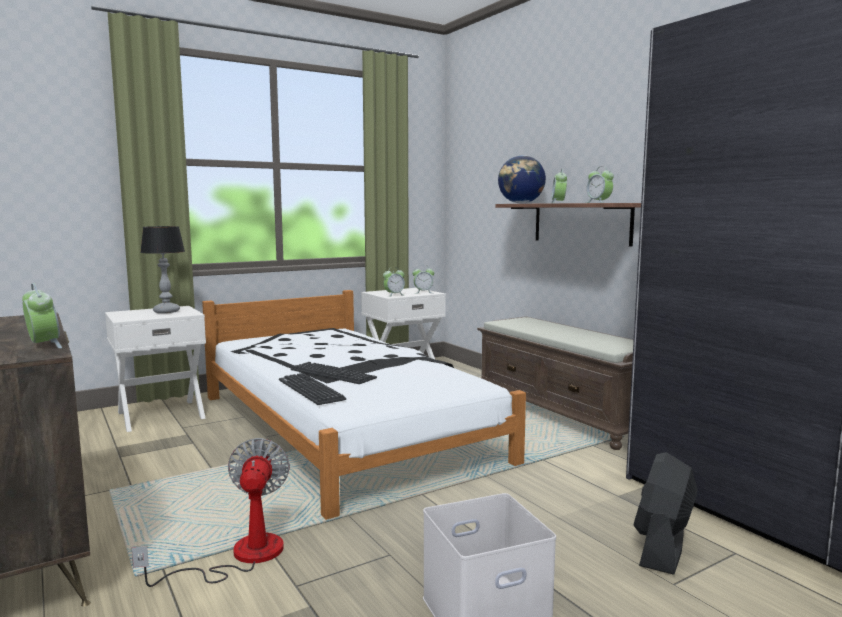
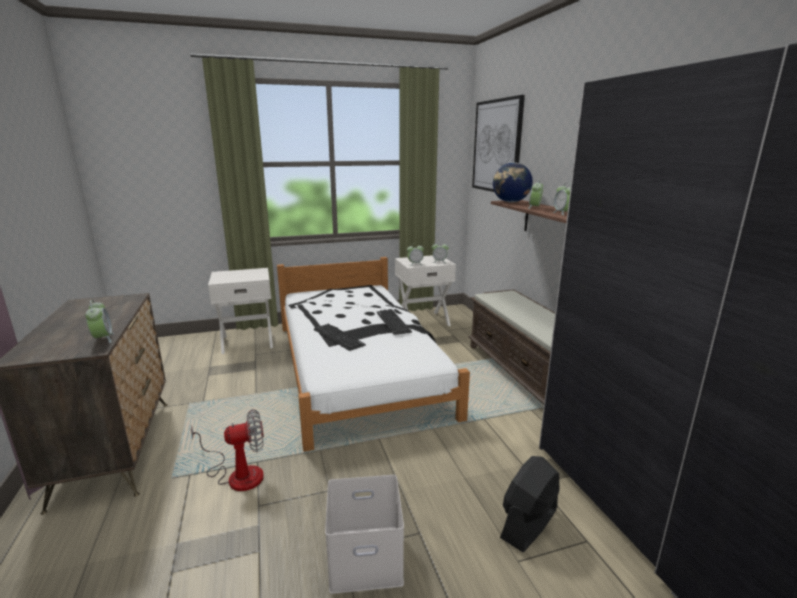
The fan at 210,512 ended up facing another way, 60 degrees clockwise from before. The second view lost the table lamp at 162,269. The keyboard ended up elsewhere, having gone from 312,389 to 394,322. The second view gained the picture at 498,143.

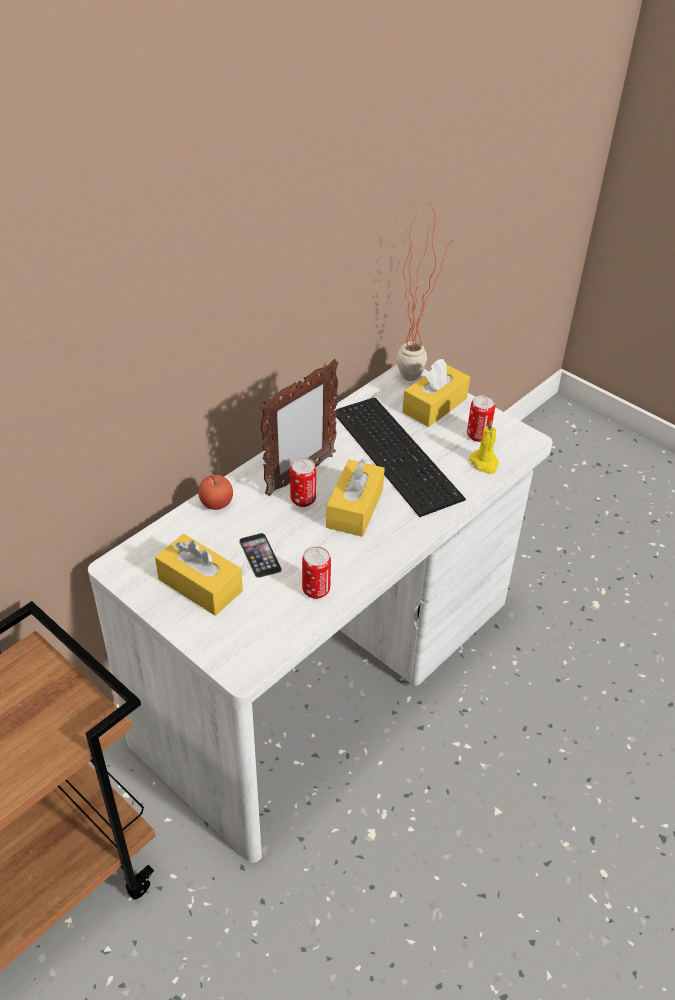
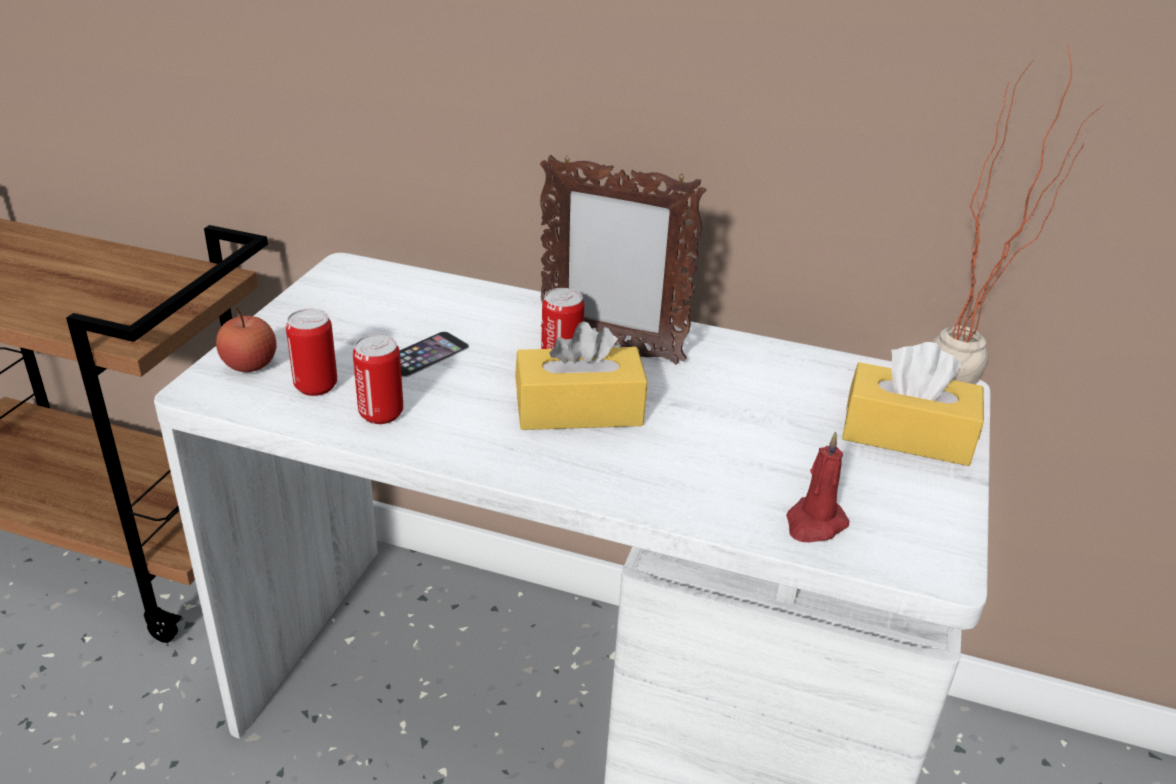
The second view lost the yellow tissue box at 199,575. The apple ended up elsewhere, having gone from 215,492 to 246,340. The second view lost the keyboard at 400,457. The can ended up elsewhere, having gone from 481,418 to 311,352. What was the yellow candle at 484,447 turned into the red candle at 817,486.

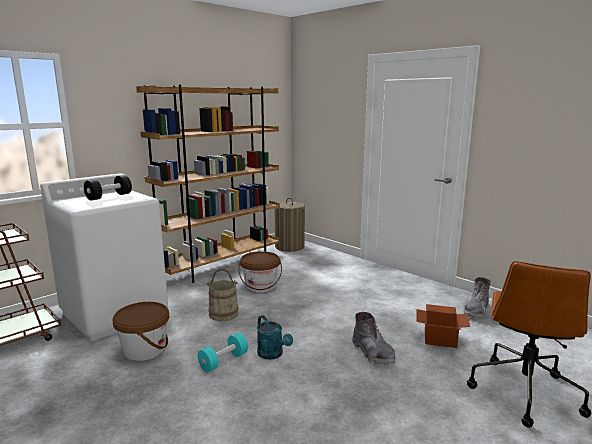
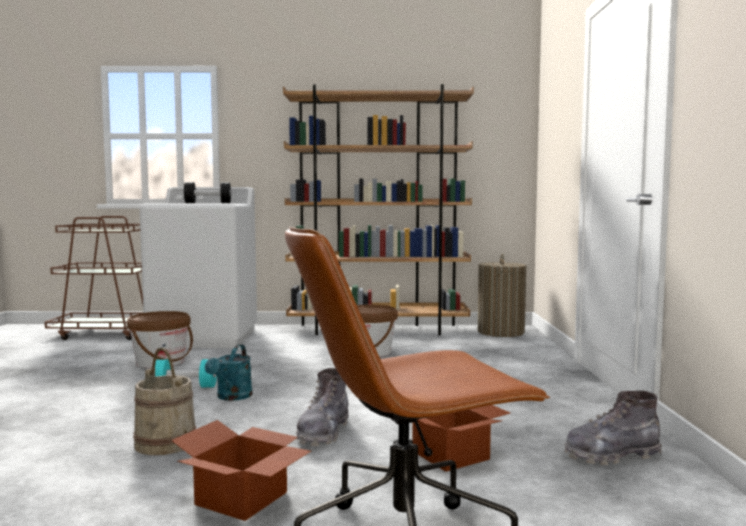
The beige bucket ended up elsewhere, having gone from 222,295 to 164,401. The second view gained the cardboard box at 241,470.

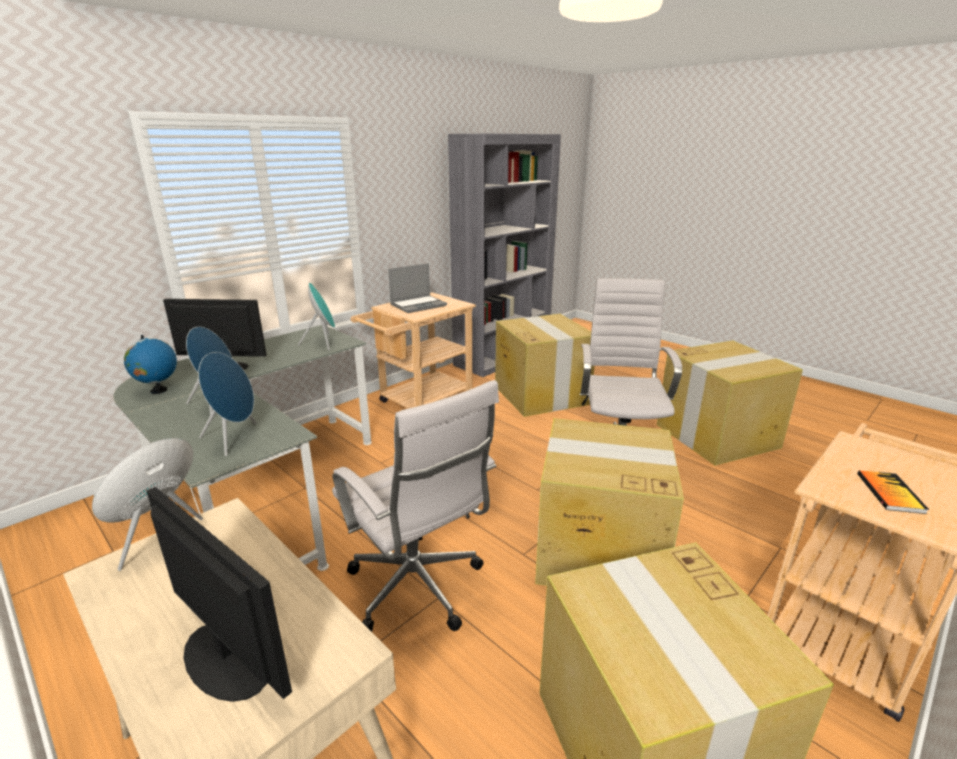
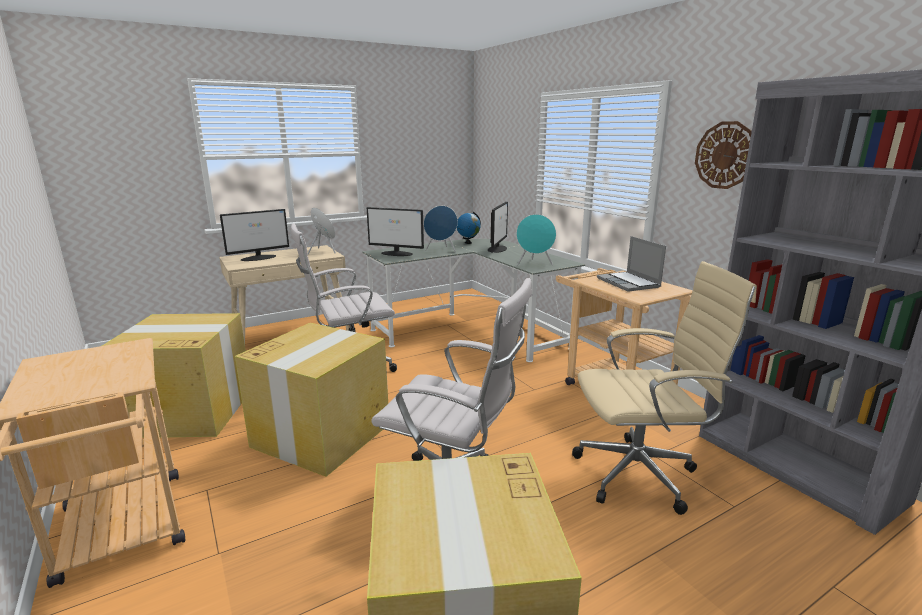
Where the blue speaker stood at 227,404, the monitor came to stand at 395,231. Where the cardboard box stood at 545,365, the beige office chair came to stand at 664,388. The second view lost the book at 893,492. The second view gained the wall clock at 723,155.

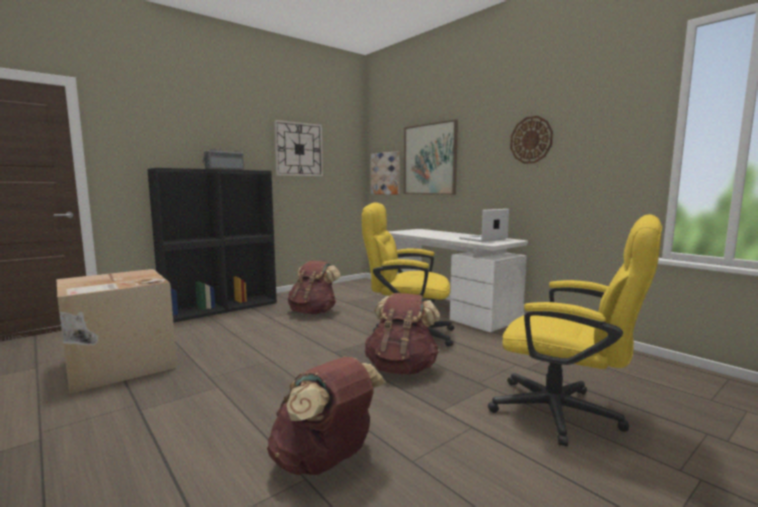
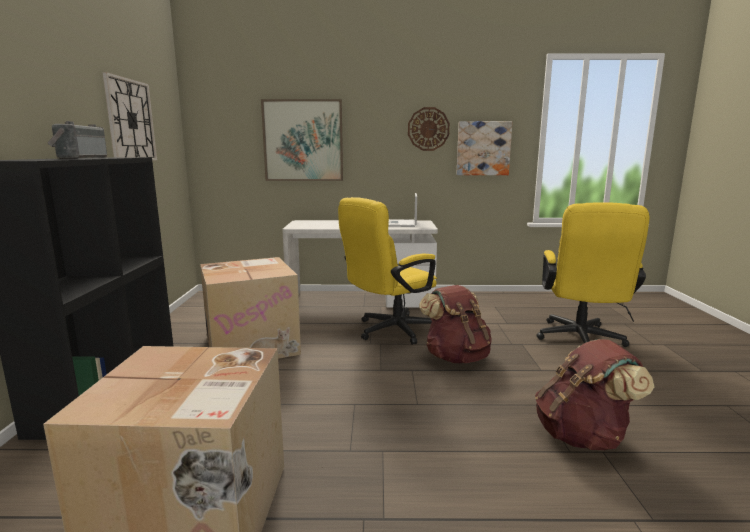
Where the brown backpack stood at 314,287, the cardboard box came to stand at 250,308. The picture ended up elsewhere, having gone from 385,173 to 484,148. The yellow office chair at 575,330 ended up facing another way, 120 degrees clockwise from before.

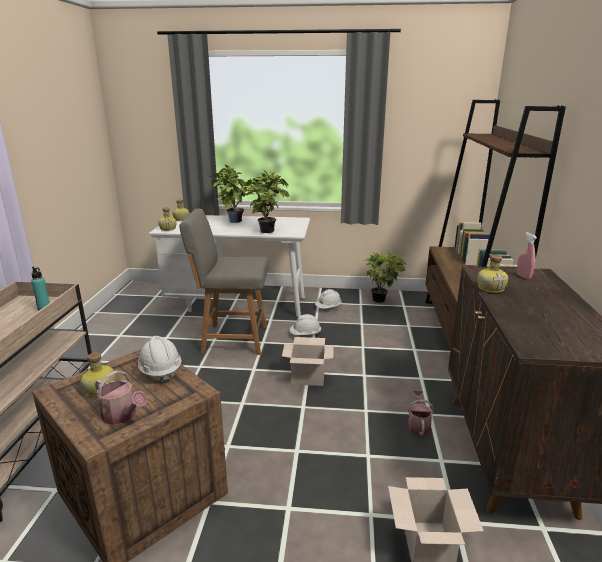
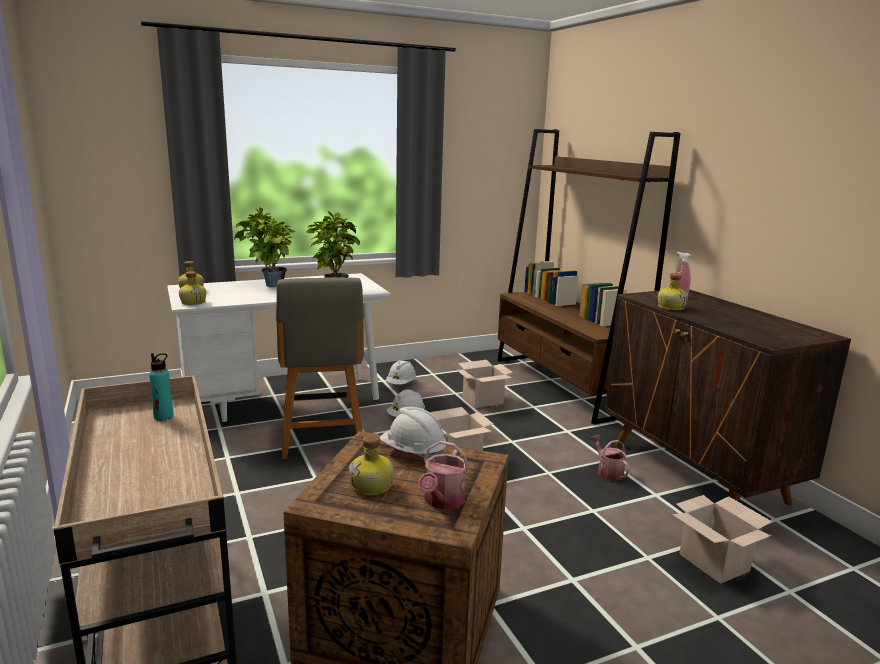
The watering can at 121,397 ended up facing another way, 105 degrees clockwise from before. The grey chair at 224,282 ended up facing another way, 75 degrees counterclockwise from before. The second view lost the potted plant at 385,276. The second view gained the cardboard box at 485,384.

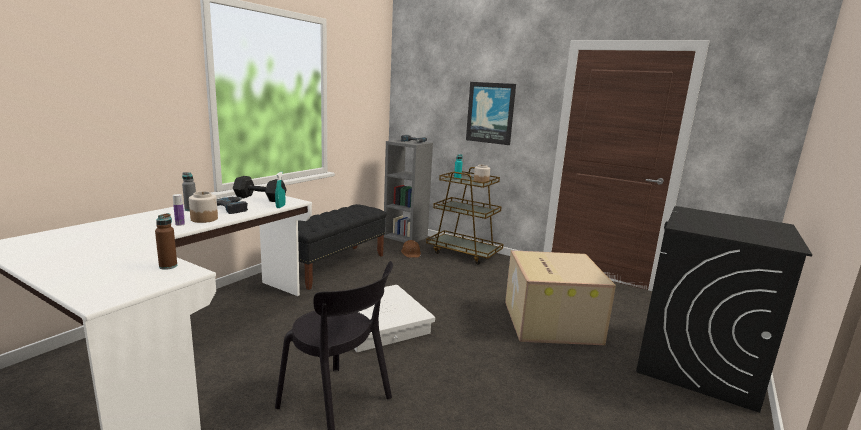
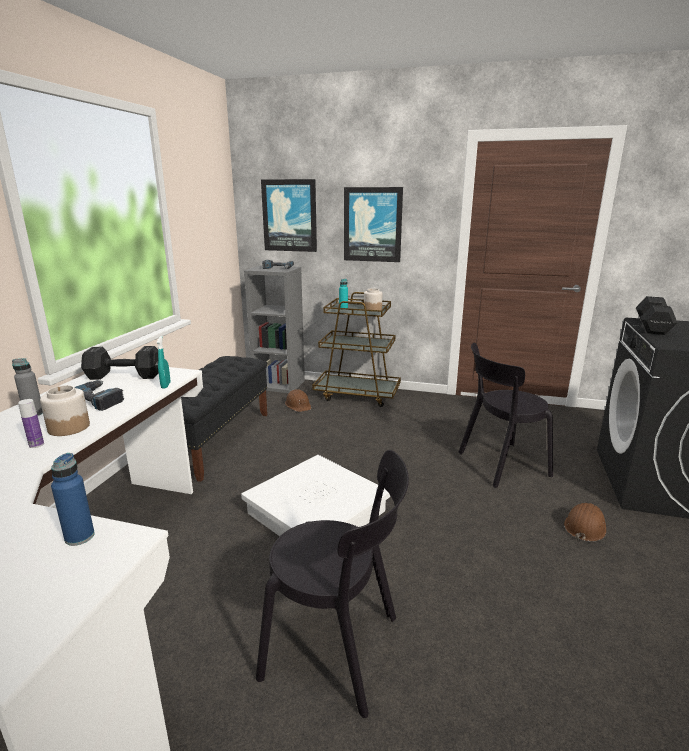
What was the brown bottle at 166,241 turned into the blue bottle at 73,499. Where the cardboard box stood at 560,297, the black chair came to stand at 505,415. The second view gained the picture at 289,215. The second view gained the brown hard hat at 585,522. The second view gained the black dumbbell at 657,315.

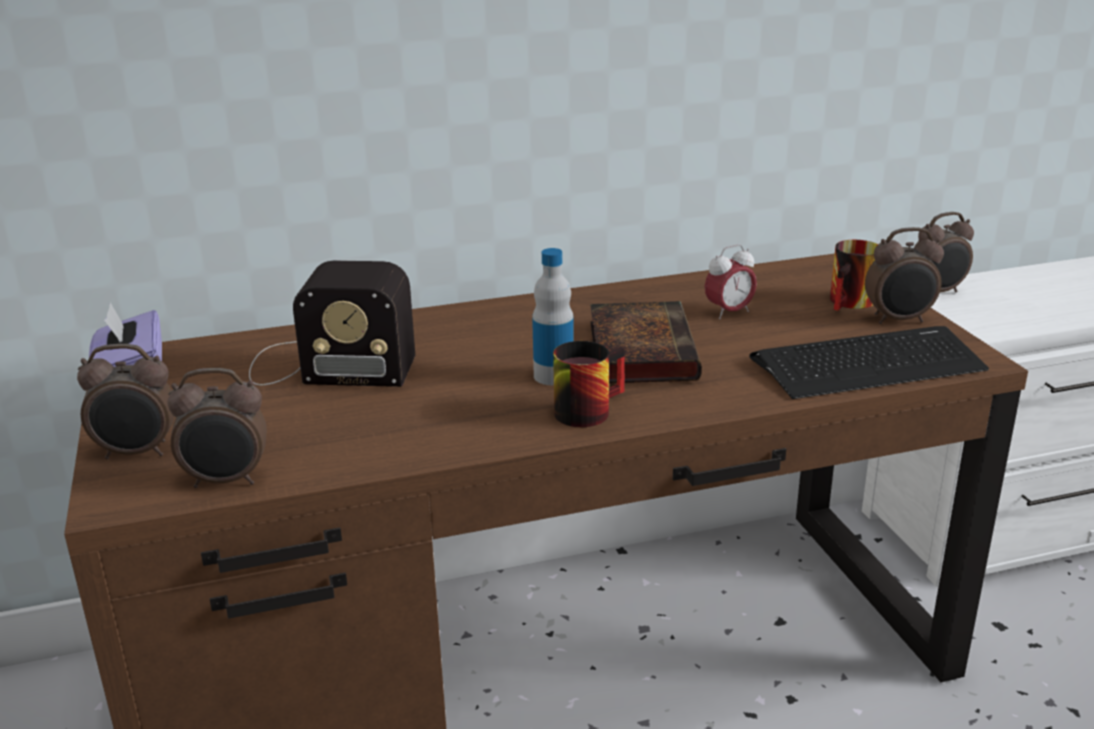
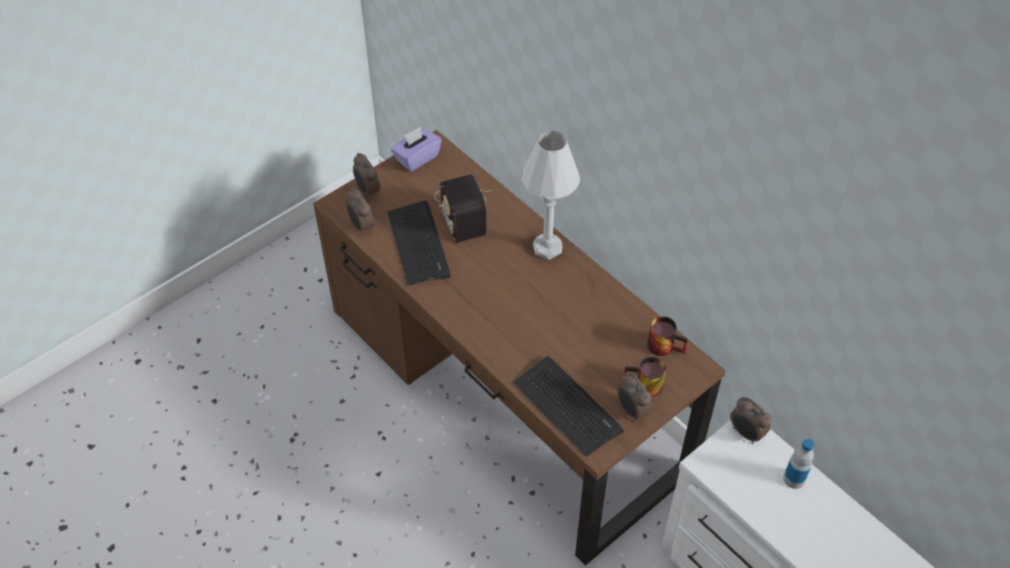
The bottle ended up elsewhere, having gone from 553,316 to 798,464. The mug ended up elsewhere, having gone from 589,384 to 667,336. The second view lost the book at 646,342. The second view lost the alarm clock at 730,281. The second view gained the keyboard at 418,243. The second view gained the white table lamp at 550,195.

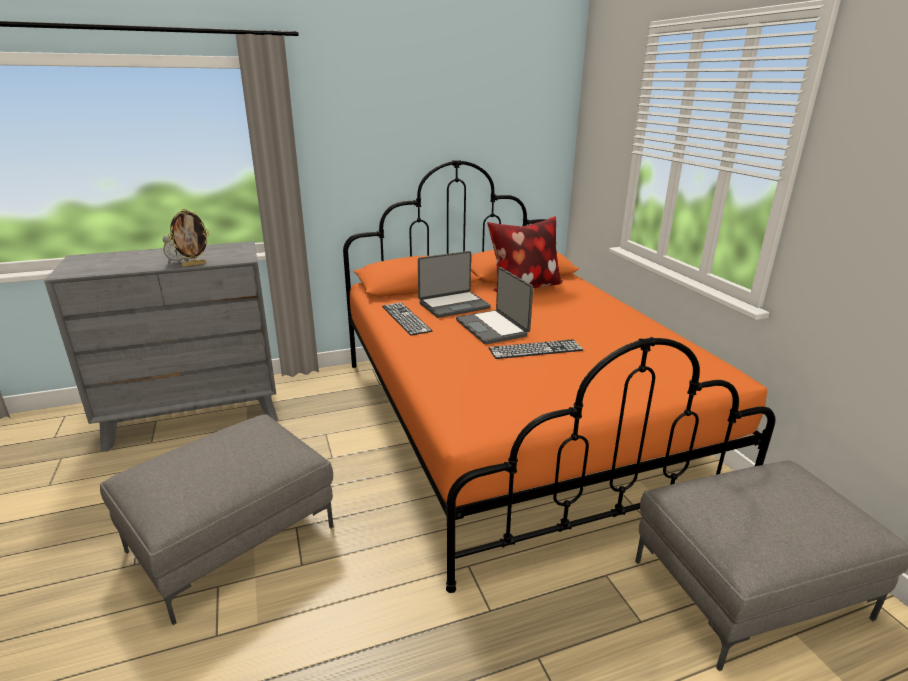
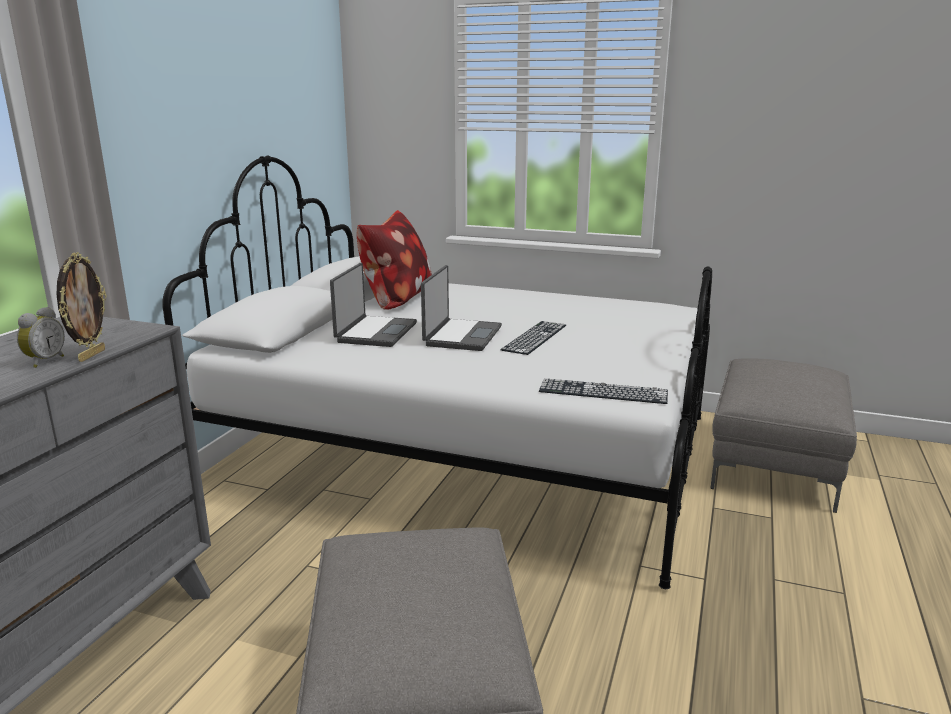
What was the orange bed at 559,376 turned into the white bed at 437,372. The keyboard ended up elsewhere, having gone from 407,319 to 603,391. The laptop at 494,305 ended up facing another way, 90 degrees counterclockwise from before.

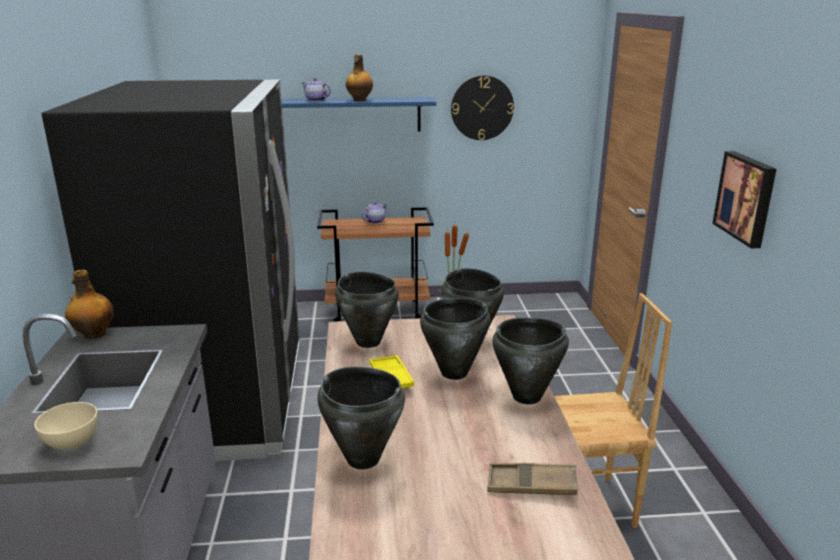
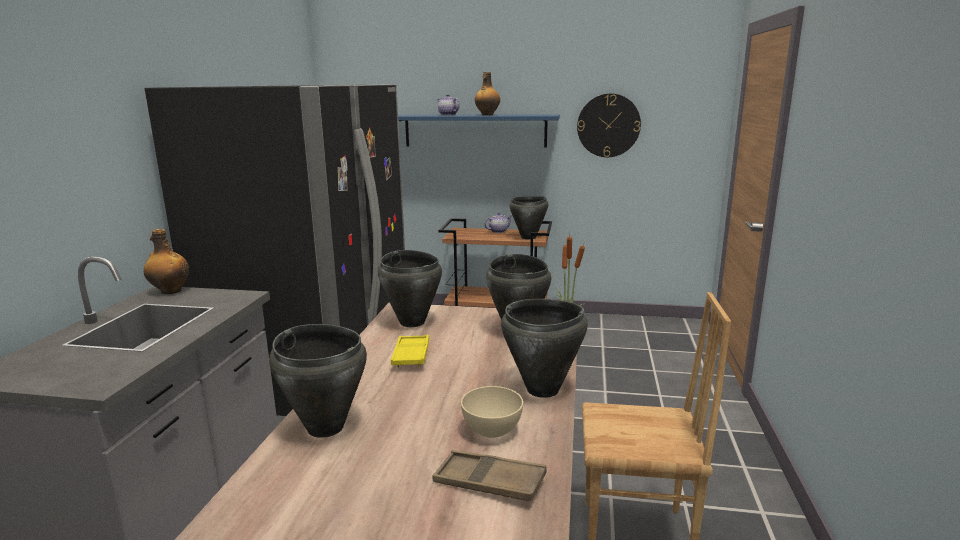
The beige bowl ended up elsewhere, having gone from 66,426 to 492,412. The black cooking pot ended up elsewhere, having gone from 455,339 to 529,217. The second view lost the picture at 744,199.

